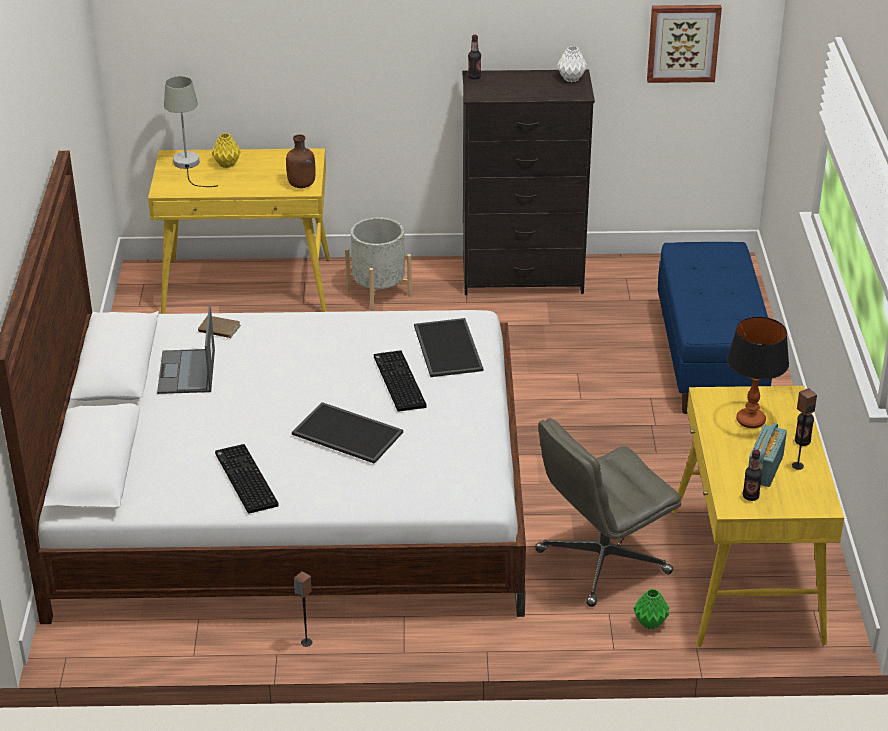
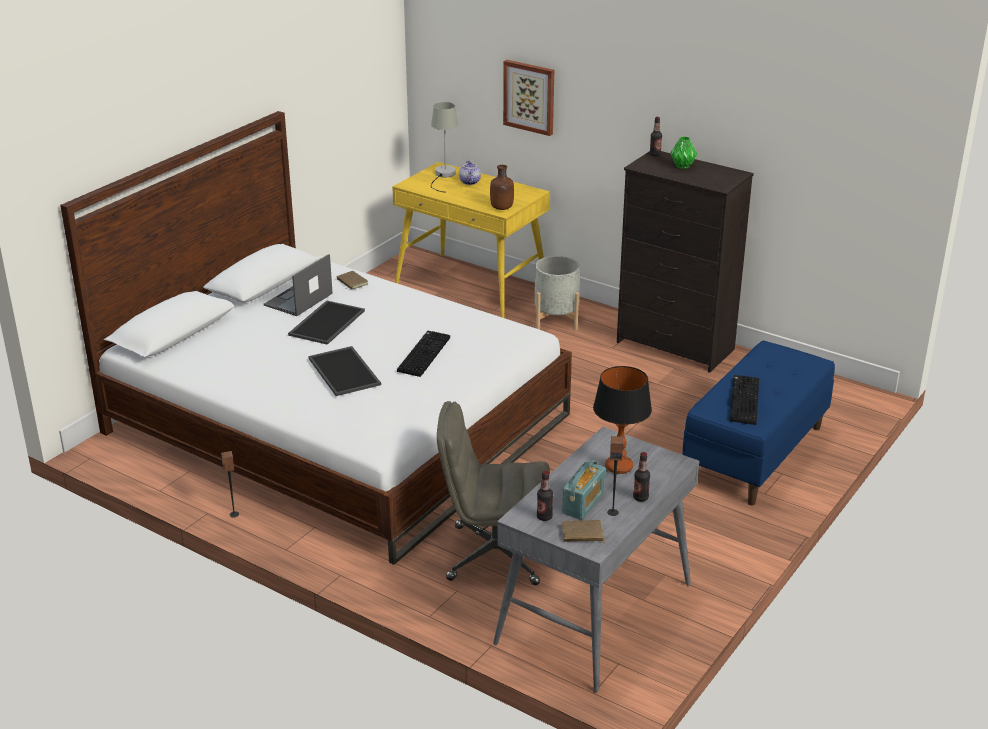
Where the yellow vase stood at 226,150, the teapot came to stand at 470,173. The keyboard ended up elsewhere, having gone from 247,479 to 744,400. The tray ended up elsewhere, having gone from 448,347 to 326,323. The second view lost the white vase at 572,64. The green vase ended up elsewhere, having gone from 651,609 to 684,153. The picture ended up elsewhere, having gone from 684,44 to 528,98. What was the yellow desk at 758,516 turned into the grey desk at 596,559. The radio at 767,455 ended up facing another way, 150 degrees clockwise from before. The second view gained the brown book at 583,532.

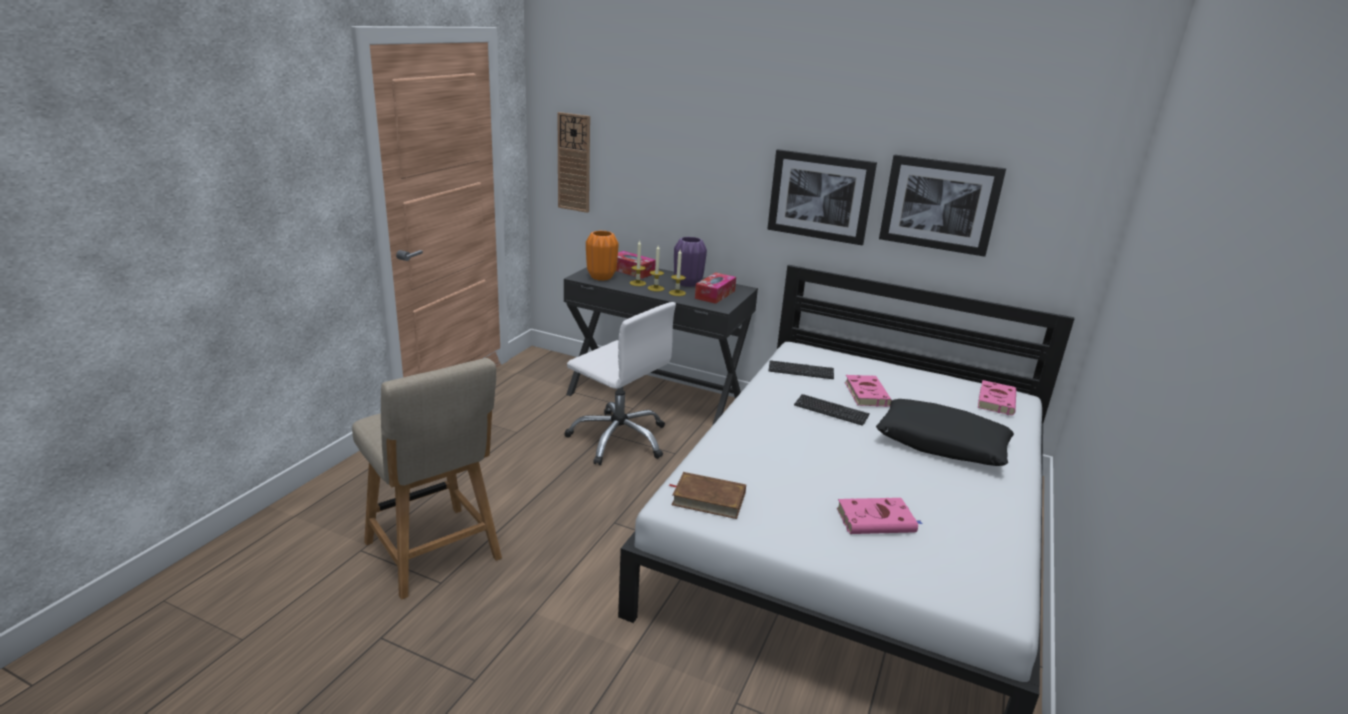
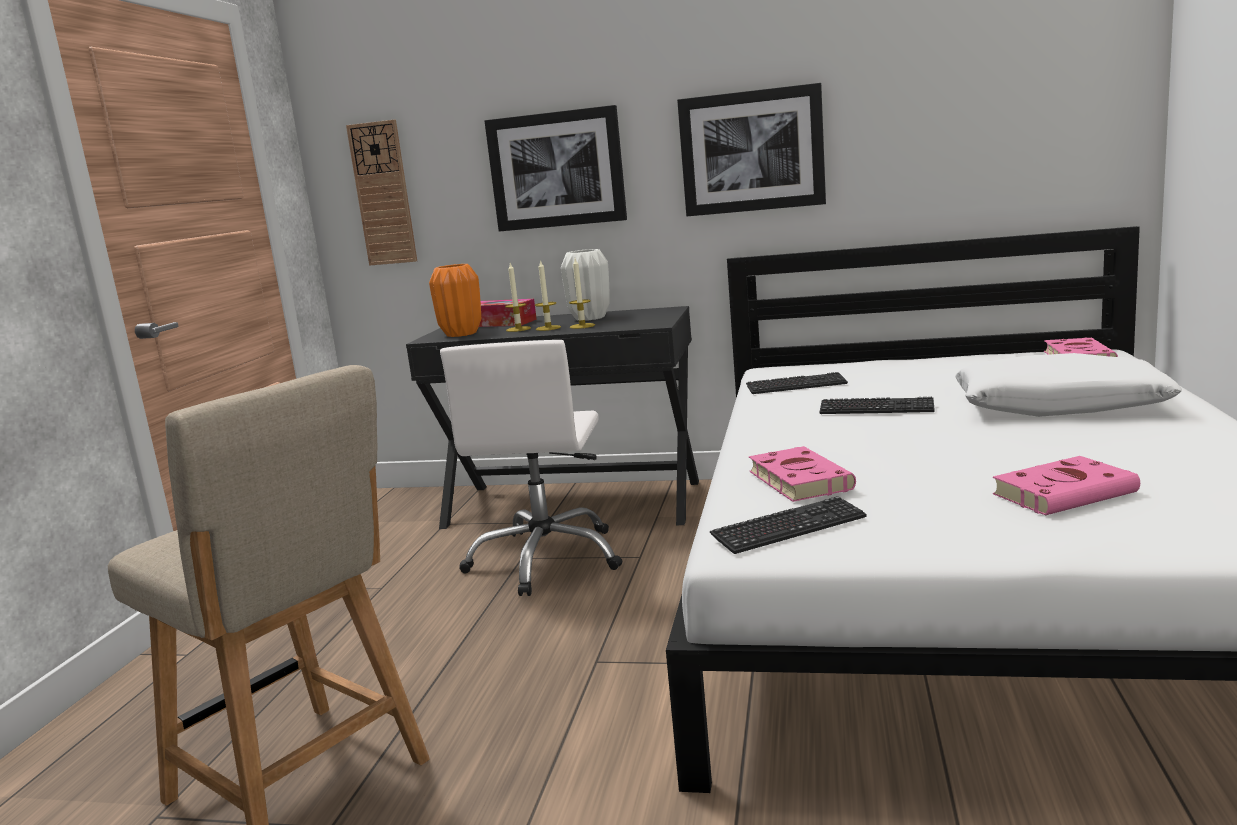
The white office chair at 620,383 ended up facing another way, 75 degrees clockwise from before. Where the brown book stood at 707,495, the keyboard came to stand at 788,525. What was the purple vase at 690,262 turned into the white vase at 585,284. The second view lost the tissue box at 715,288. The pink book ended up elsewhere, having gone from 868,391 to 802,474. What was the black pillow at 945,432 turned into the white pillow at 1068,385. The picture ended up elsewhere, having gone from 942,205 to 556,168.

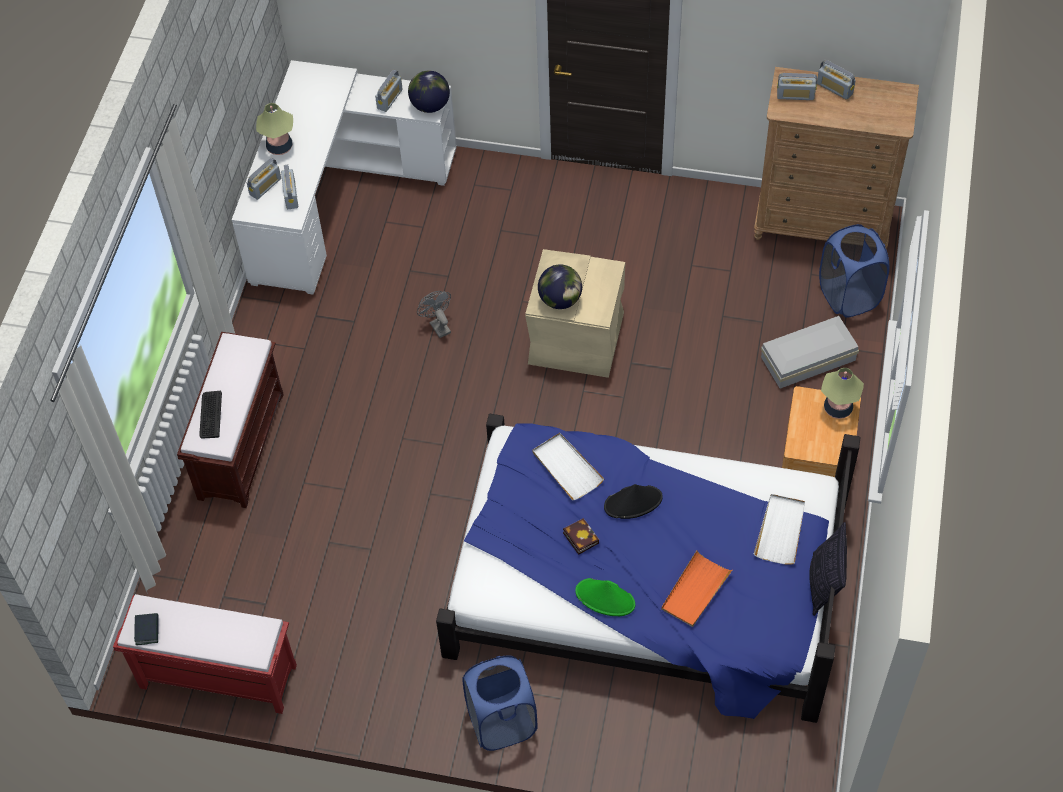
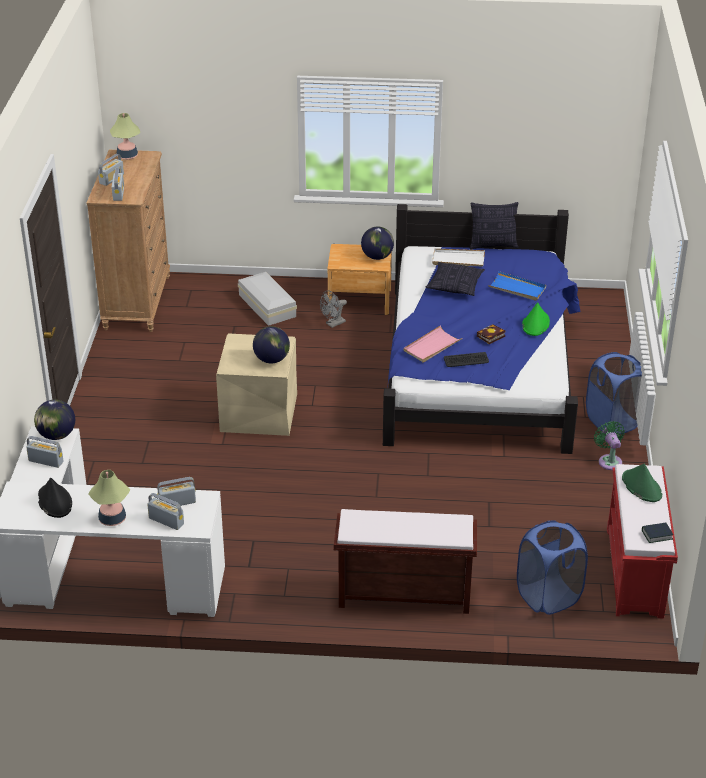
The keyboard ended up elsewhere, having gone from 210,415 to 466,359. The grey fan ended up elsewhere, having gone from 434,314 to 333,309. What was the white tray at 568,466 turned into the pink tray at 432,344. The black hat ended up elsewhere, having gone from 633,501 to 55,498. What was the orange tray at 696,588 turned into the blue tray at 517,286. The blue laundry basket ended up elsewhere, having gone from 854,271 to 552,567. The table lamp ended up elsewhere, having gone from 842,393 to 125,136. The second view gained the globe at 377,243. The second view gained the pillow at 455,279. The second view gained the green fan at 609,445. The second view gained the green hat at 642,483.

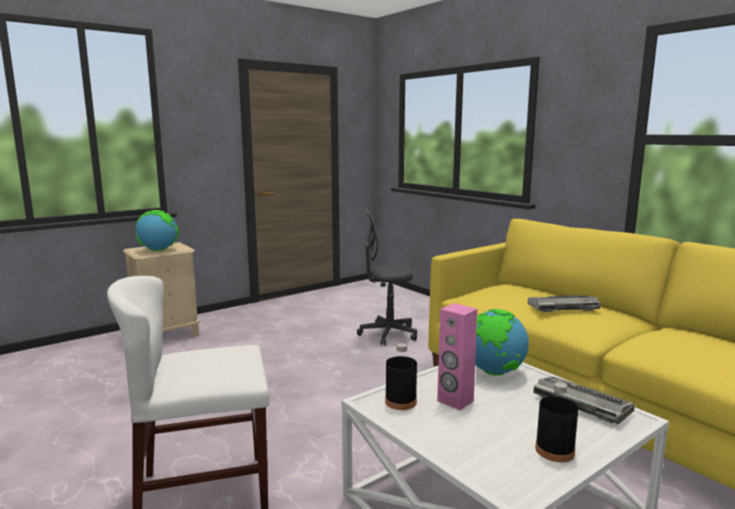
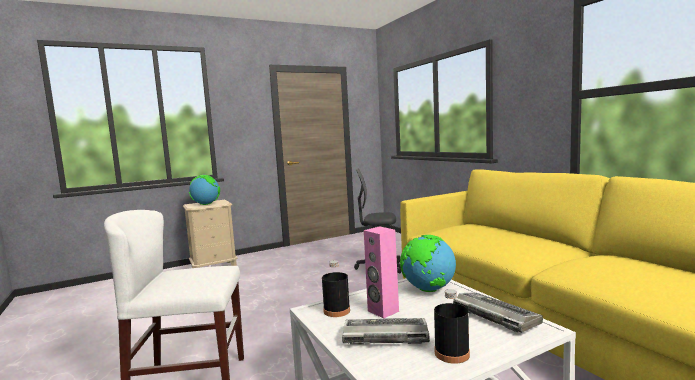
The keyboard ended up elsewhere, having gone from 564,303 to 386,331.

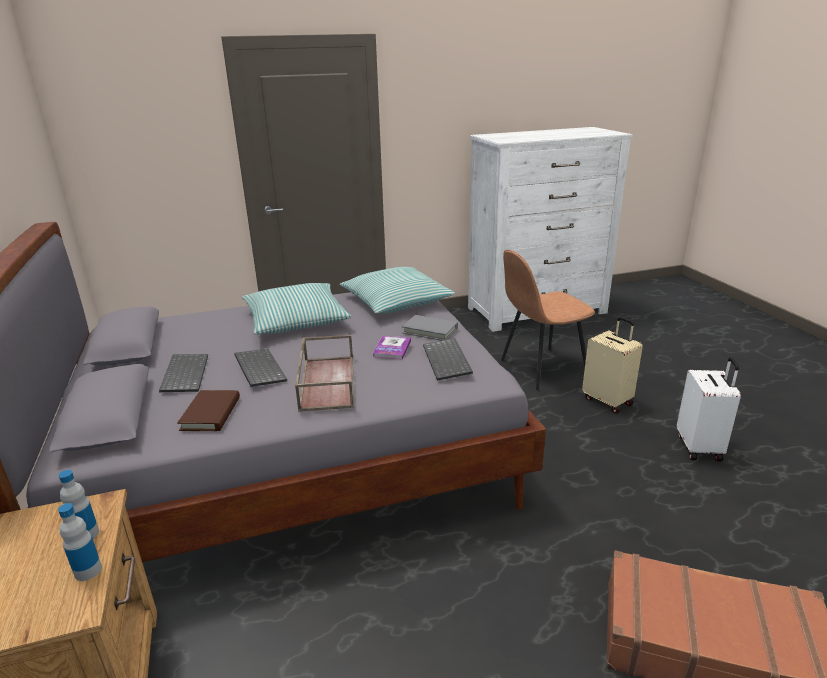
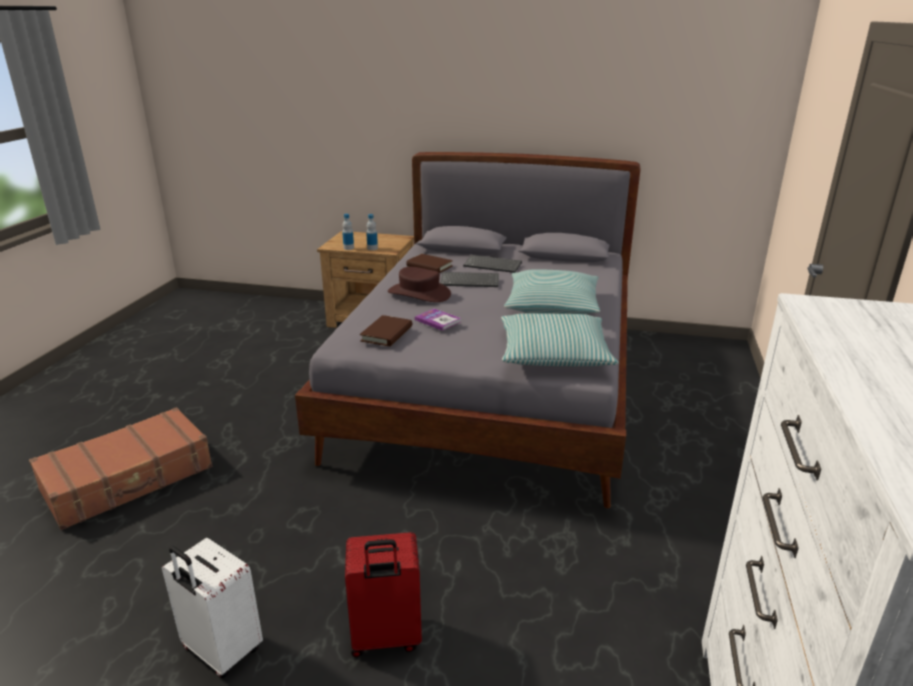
Where the brown tray stood at 324,373, the brown hat came to stand at 419,284. The second view lost the grey book at 430,328. Where the keyboard stood at 448,359, the brown book came to stand at 386,330. The second view lost the brown chair at 548,320. What was the beige suitcase at 612,365 turned into the red suitcase at 383,594.

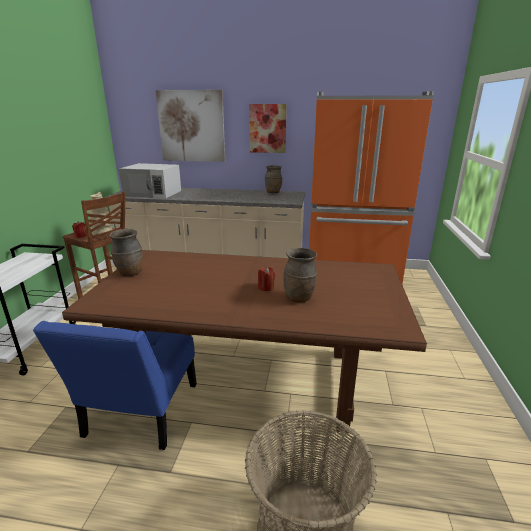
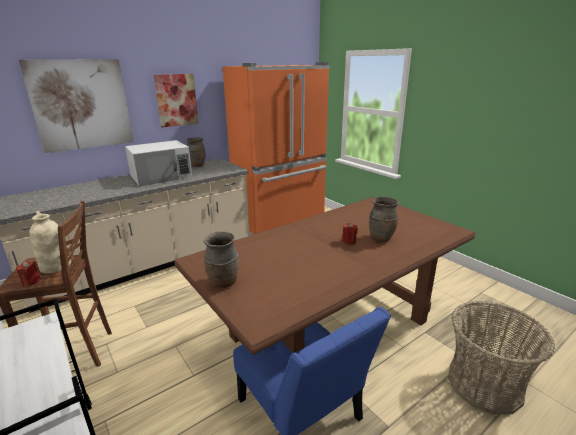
The white microwave ended up elsewhere, having gone from 150,180 to 158,163.

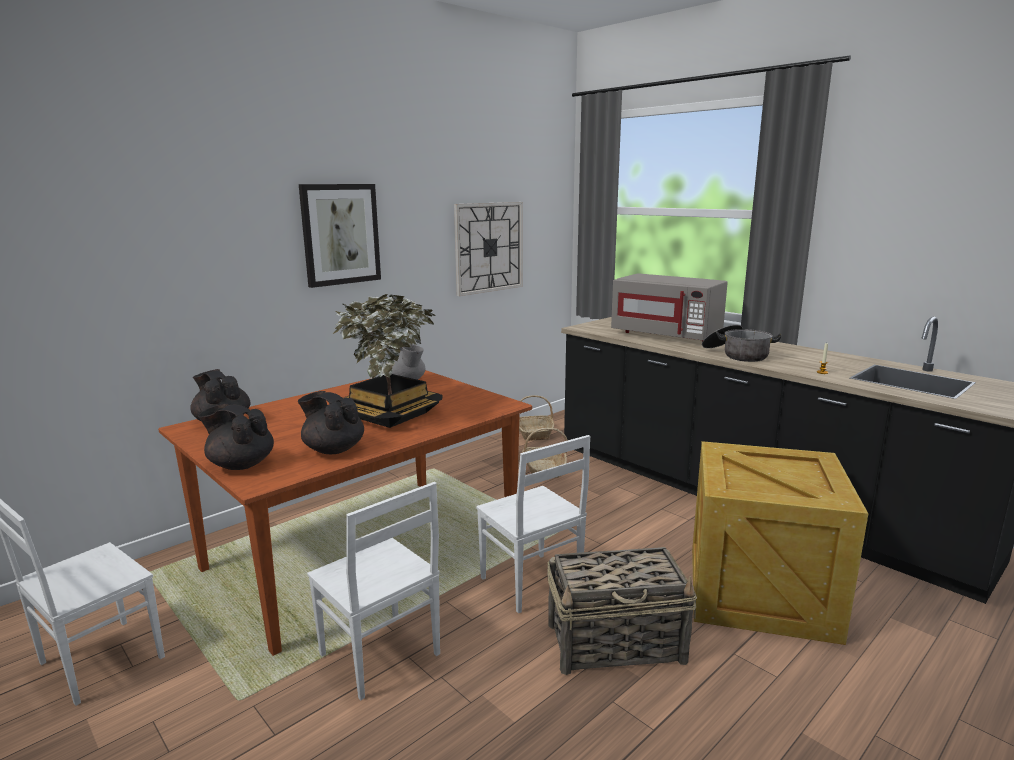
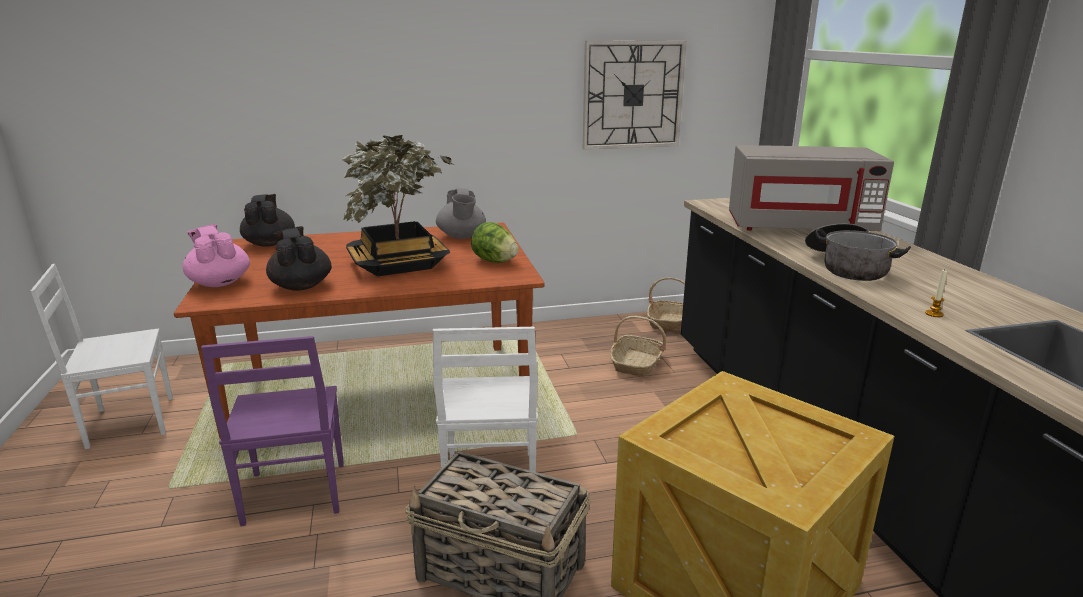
What was the black teapot at 236,437 turned into the pink teapot at 216,255. The second view lost the picture at 340,236. What was the white chair at 373,591 turned into the purple chair at 272,431. The grey microwave at 669,307 ended up facing another way, 60 degrees counterclockwise from before. The second view gained the lettuce at 495,242.

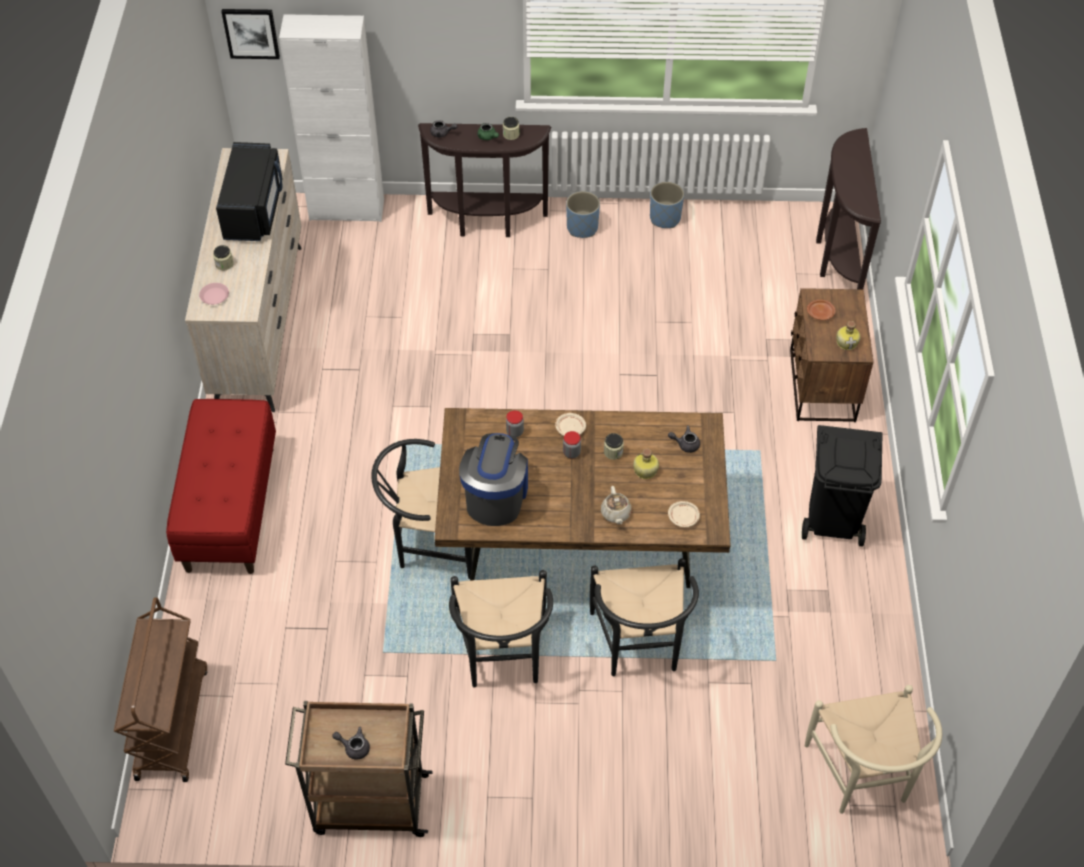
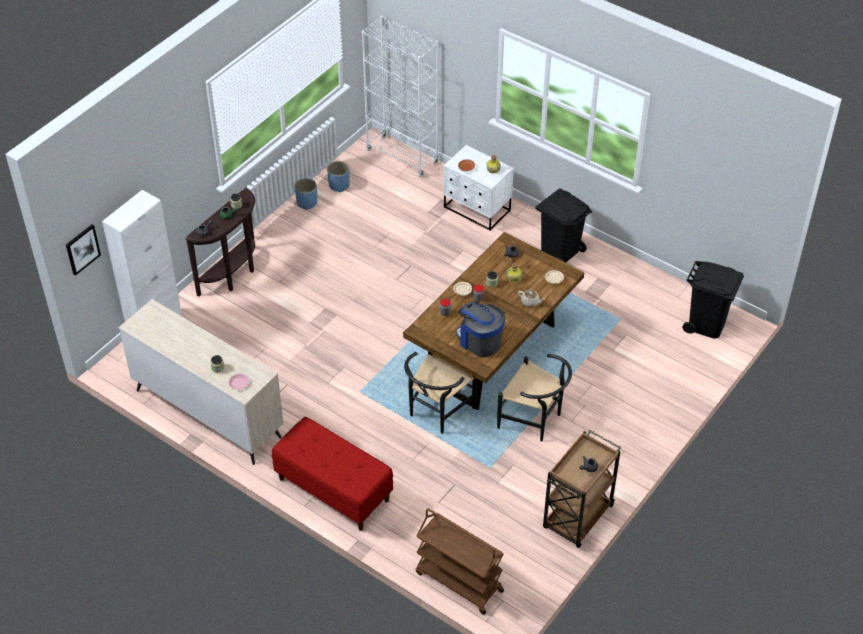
The second view lost the black microwave at 249,191. The blue planter ended up elsewhere, having gone from 583,214 to 338,176. The second view lost the black chair at 644,617. What was the brown nightstand at 831,355 turned into the white nightstand at 478,188. Where the beige chair stood at 873,749, the black trash can came to stand at 713,300. Where the brown console table stood at 848,208, the white bookcase came to stand at 400,96.

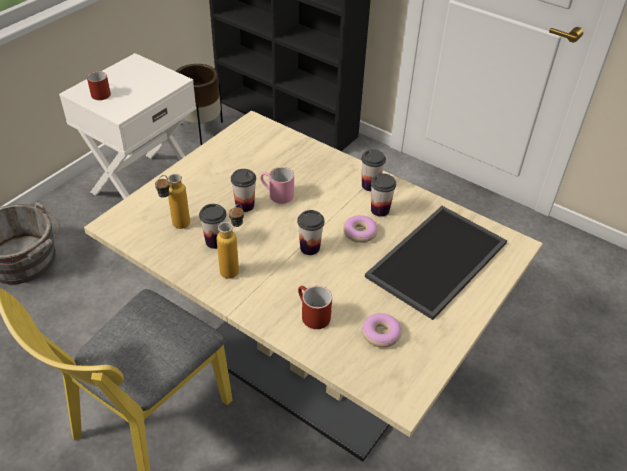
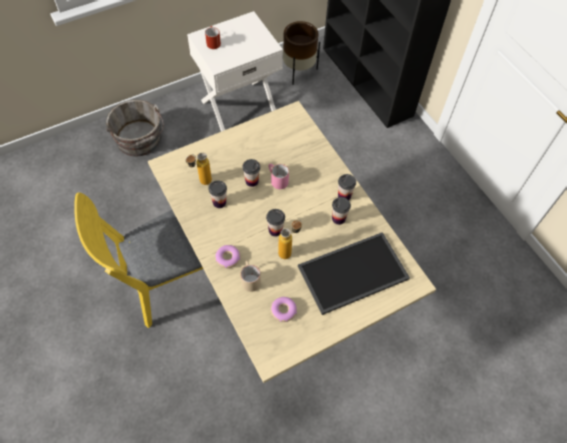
The bottle ended up elsewhere, having gone from 230,241 to 290,239. What was the red mug at 315,307 turned into the beige mug at 251,276. The donut ended up elsewhere, having gone from 360,229 to 227,256.

